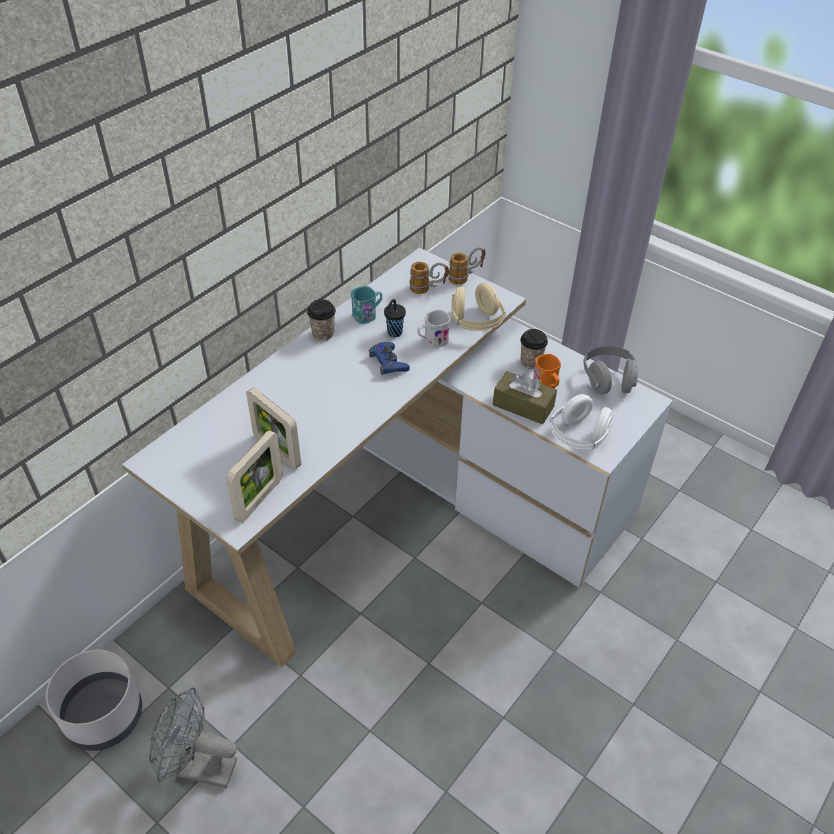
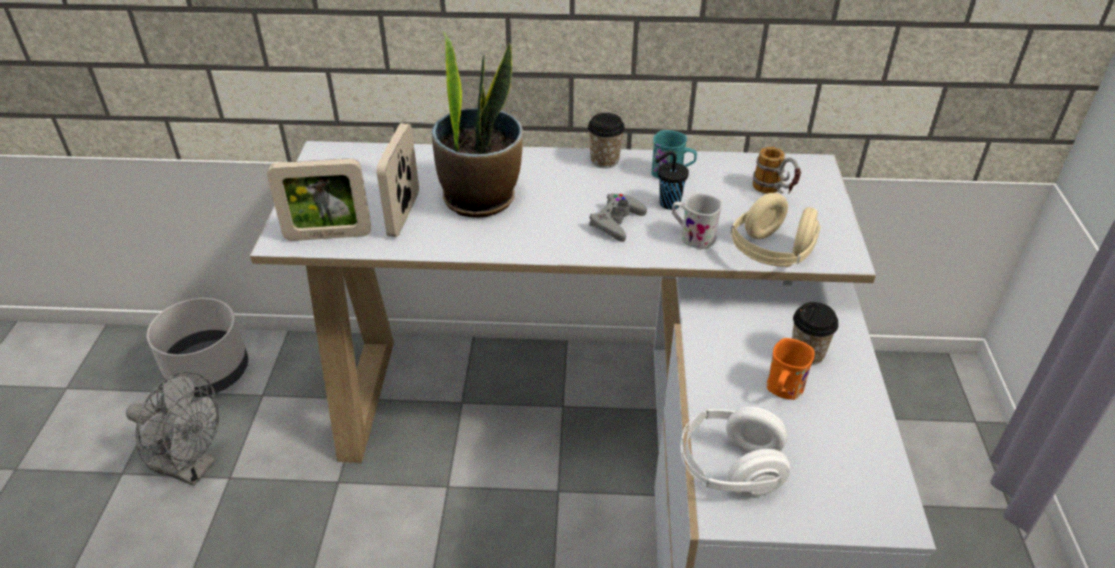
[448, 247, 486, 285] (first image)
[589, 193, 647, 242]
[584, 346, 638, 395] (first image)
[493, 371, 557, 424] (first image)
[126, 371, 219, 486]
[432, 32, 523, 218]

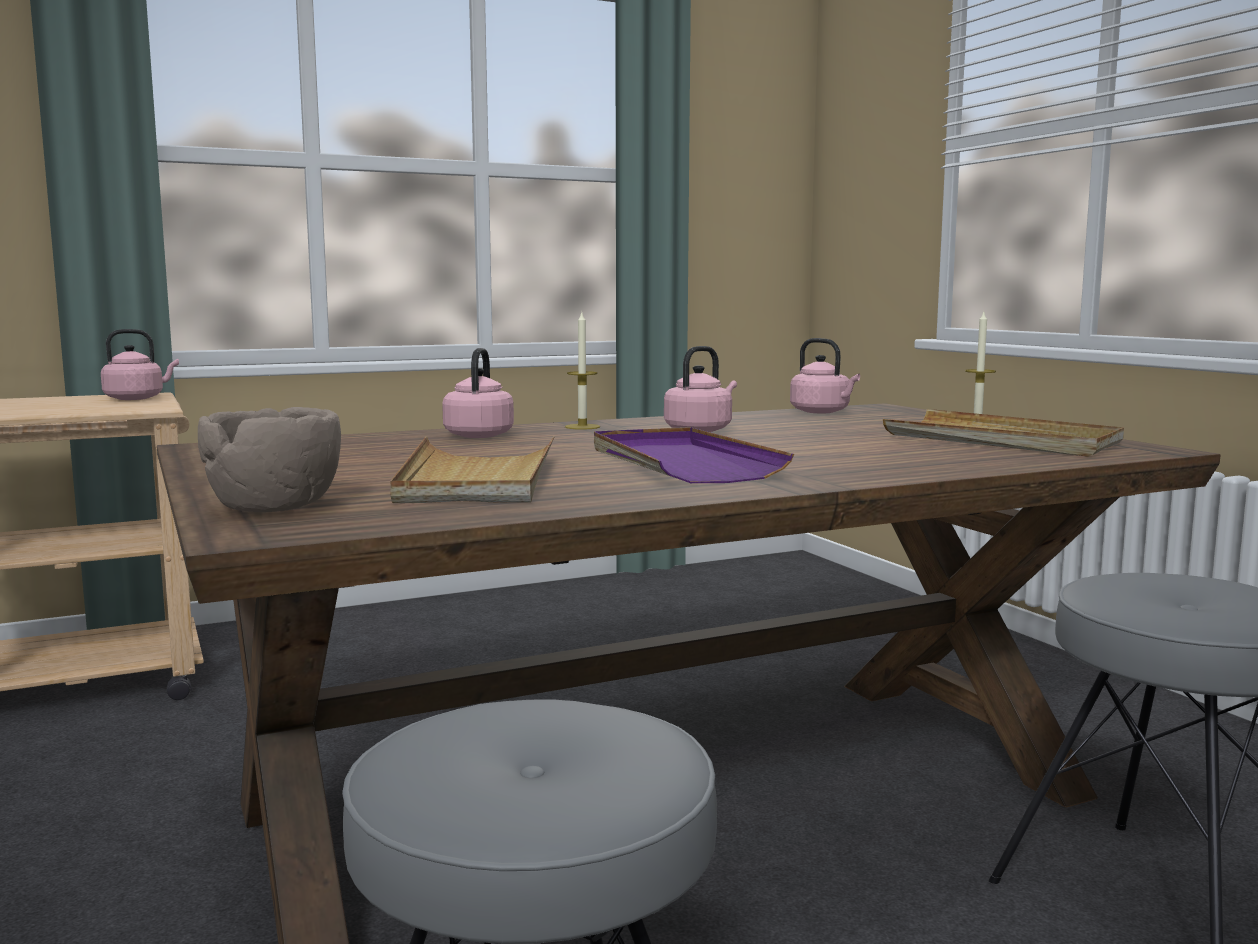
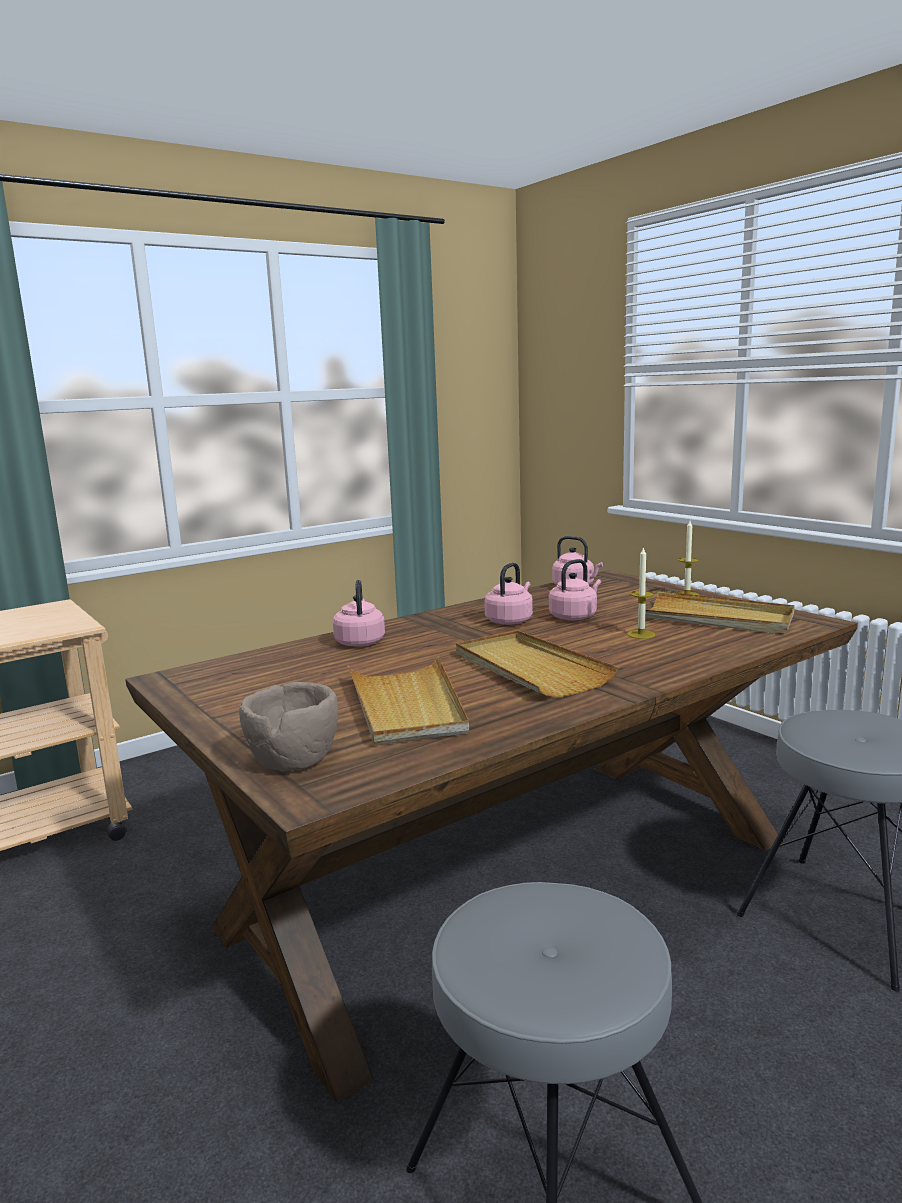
[627, 546, 656, 639]
[549, 559, 601, 621]
[456, 630, 618, 698]

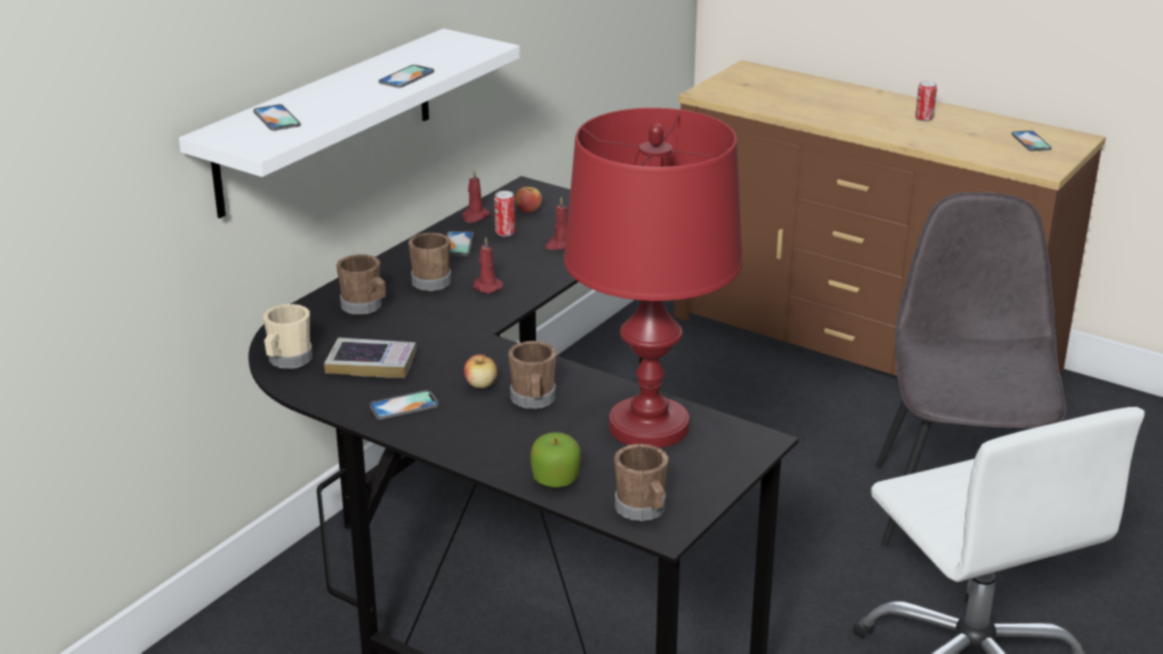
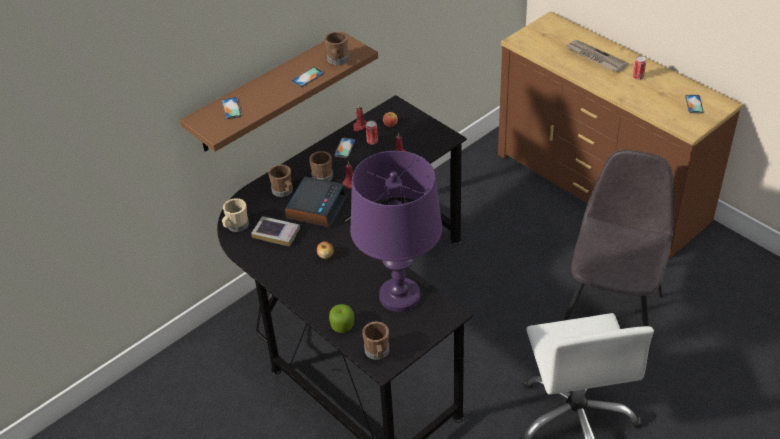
[180, 31, 378, 152]
[350, 151, 442, 312]
[325, 31, 349, 65]
[370, 390, 439, 420] (first image)
[566, 40, 629, 72]
[285, 177, 348, 228]

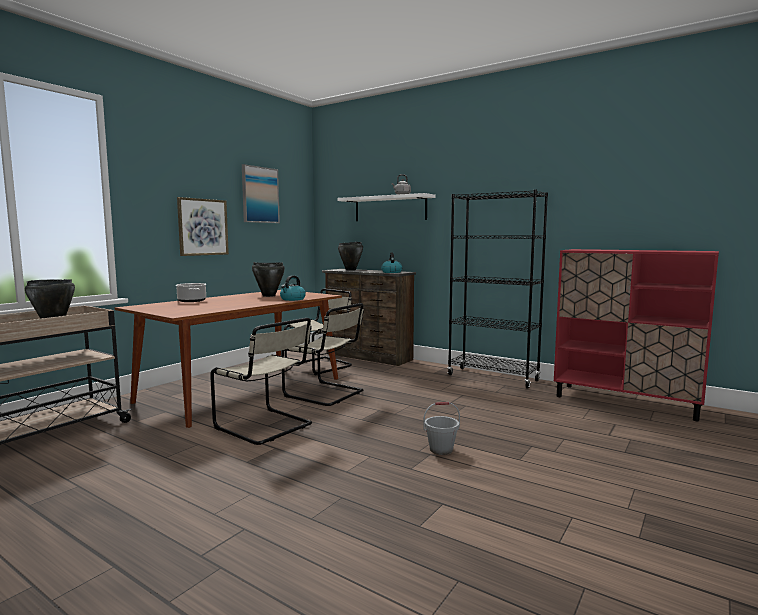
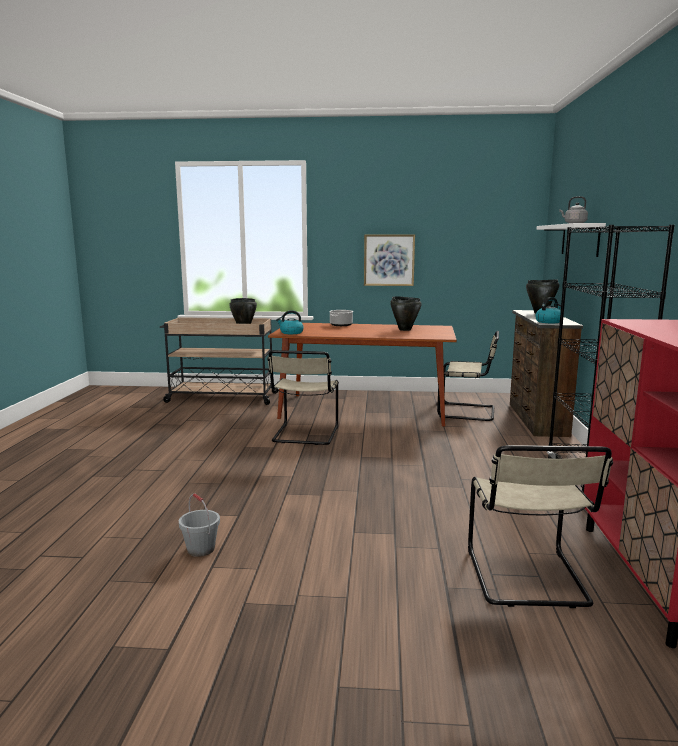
[242, 164, 280, 223] (first image)
[276, 310, 304, 334]
[468, 445, 613, 608]
[179, 493, 220, 557]

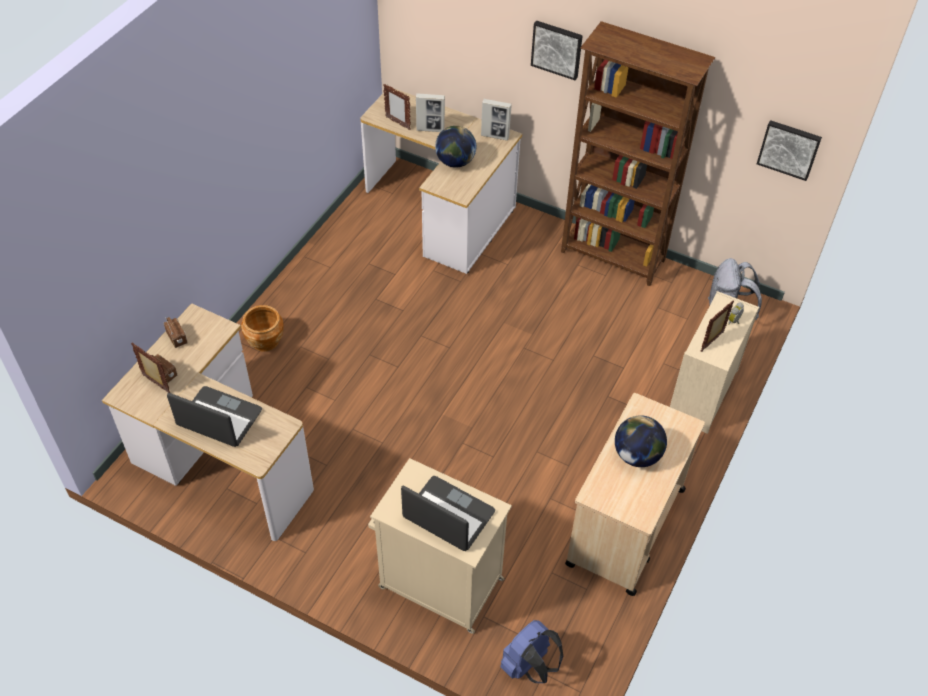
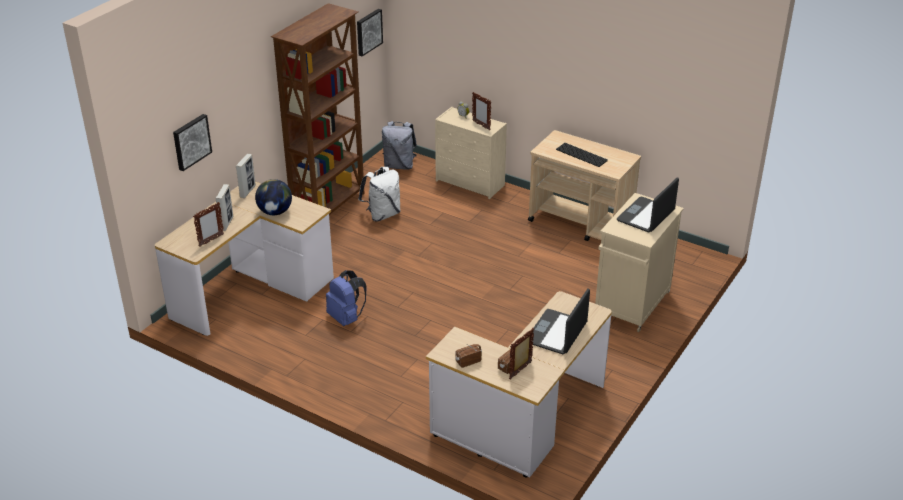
[173, 114, 212, 171]
[241, 305, 284, 352] (first image)
[556, 143, 608, 167]
[326, 270, 367, 326]
[358, 167, 400, 221]

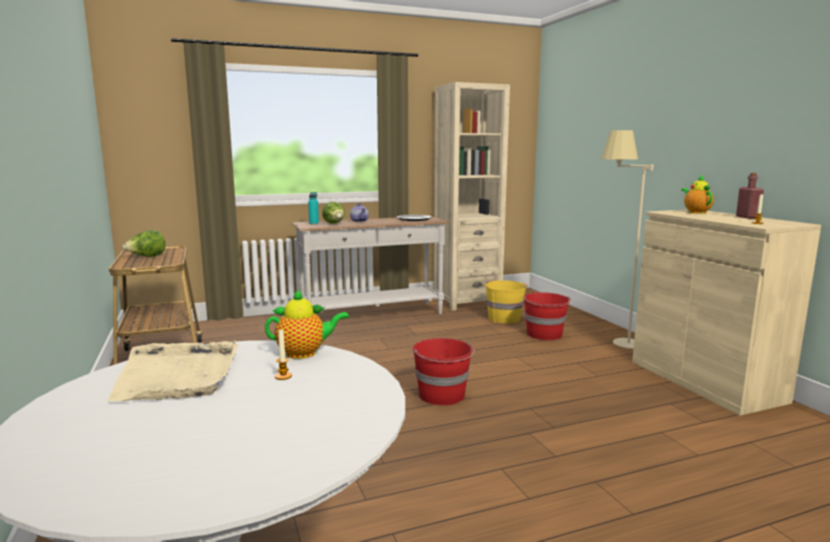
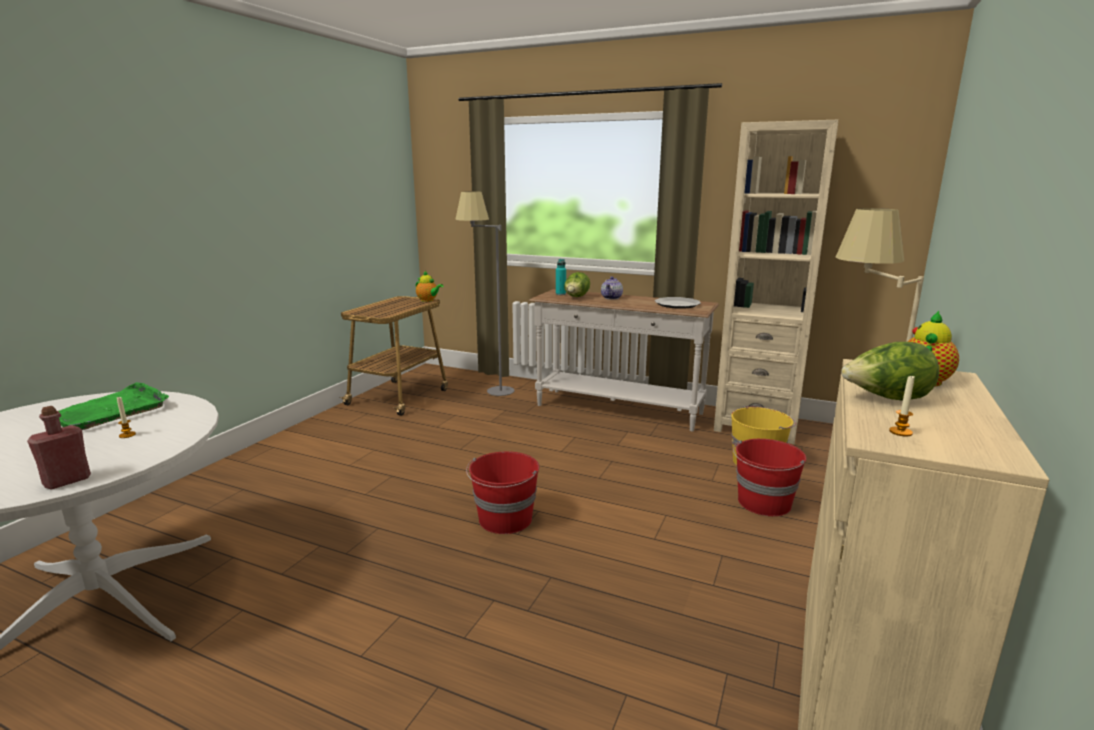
[27, 406, 91, 489]
[841, 342, 939, 400]
[416, 271, 443, 302]
[58, 382, 169, 430]
[455, 192, 514, 396]

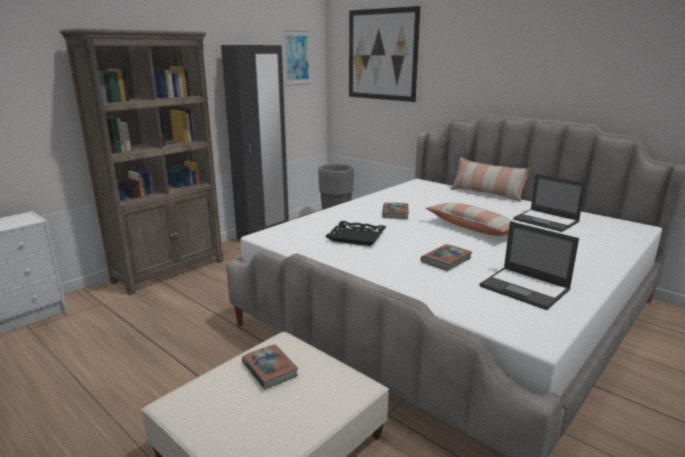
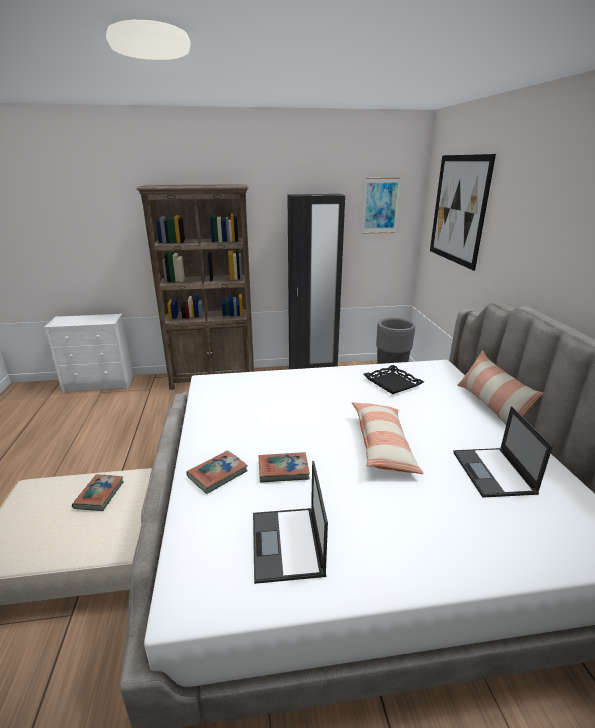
[186, 450, 248, 494]
[363, 365, 424, 394]

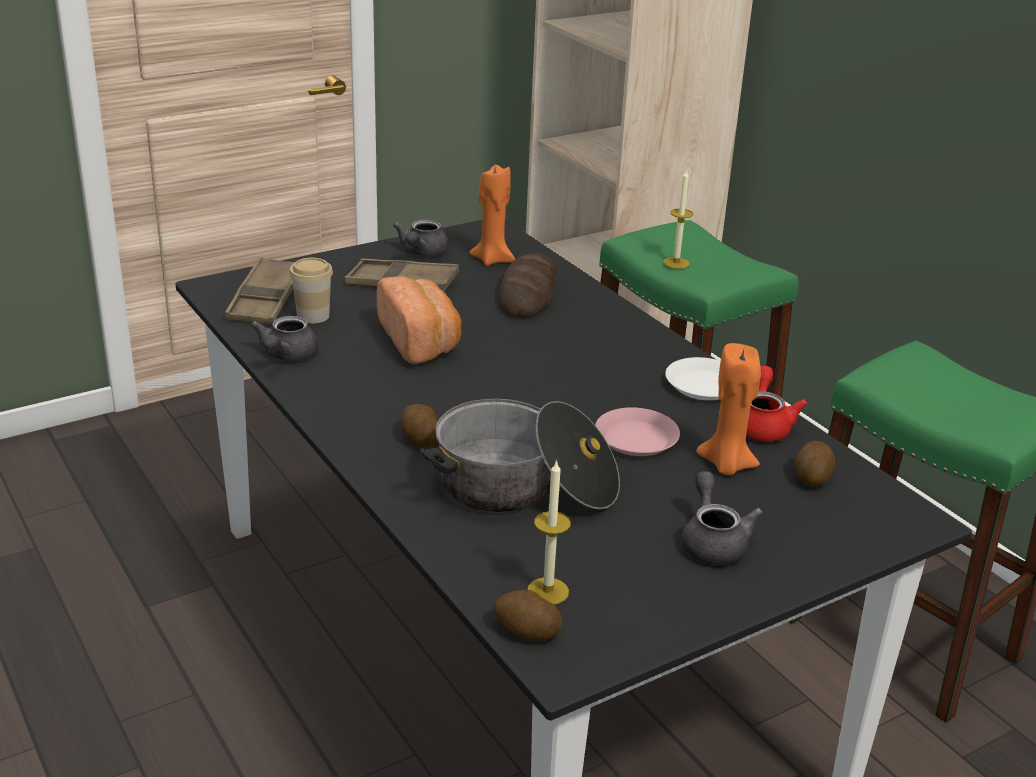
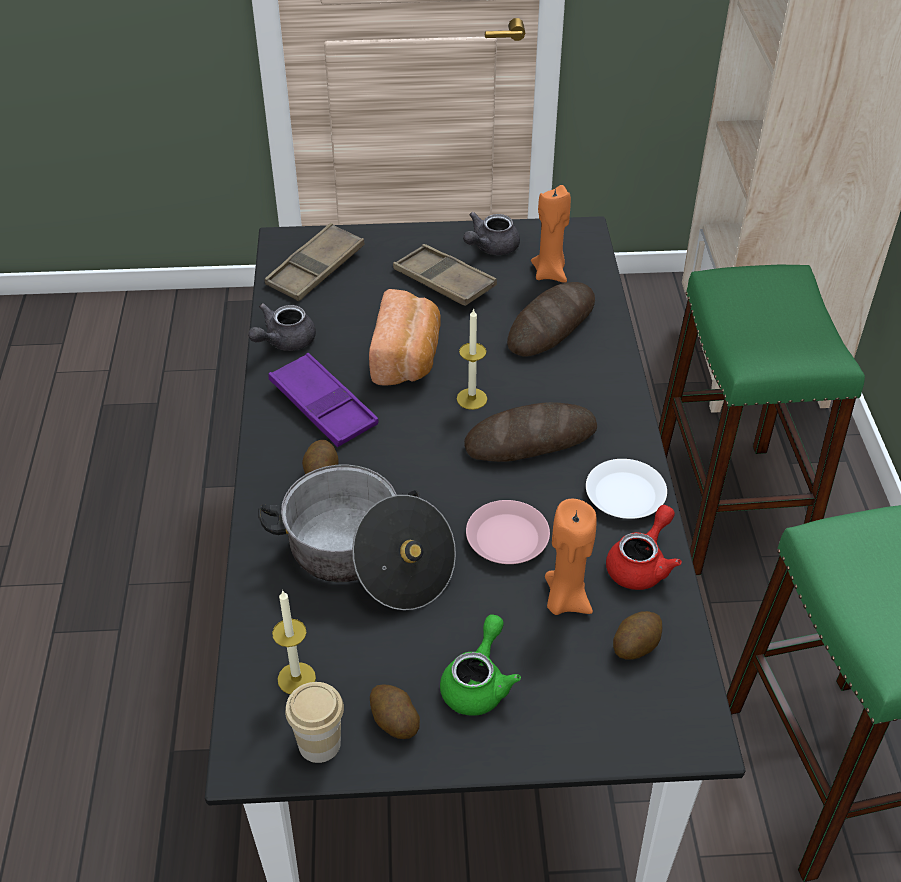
[457, 308, 487, 410]
[285, 682, 344, 763]
[440, 614, 521, 716]
[370, 684, 420, 739]
[268, 353, 378, 447]
[464, 402, 597, 462]

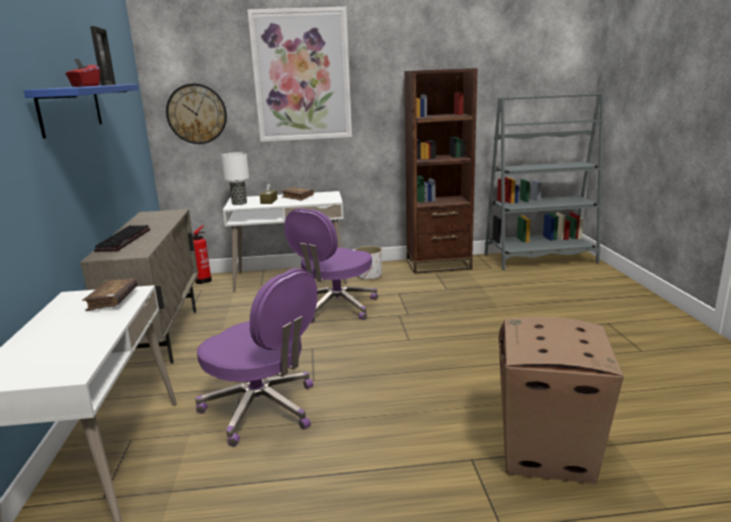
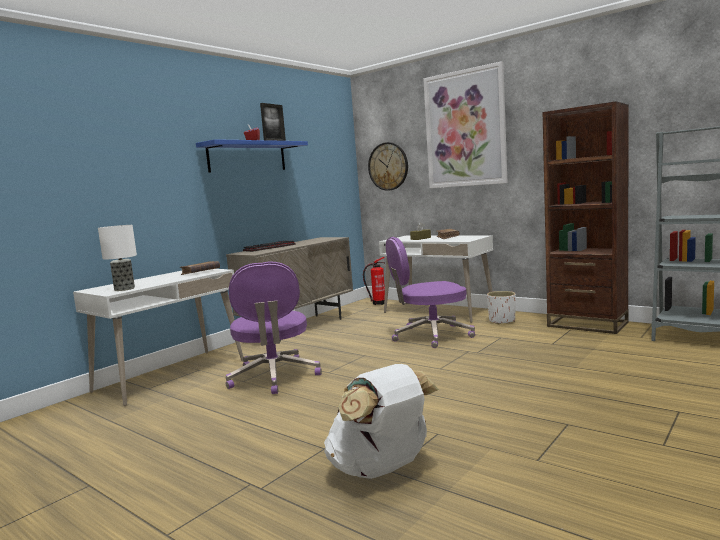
[98, 225, 137, 291]
[324, 364, 439, 479]

